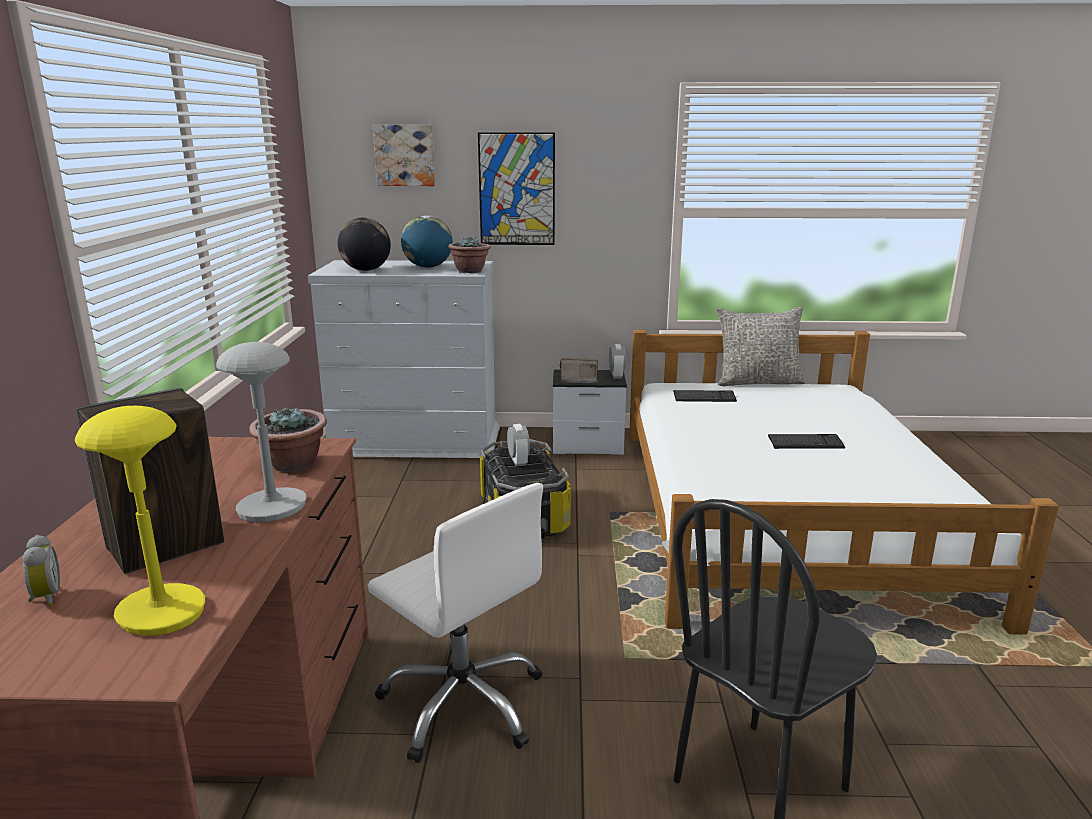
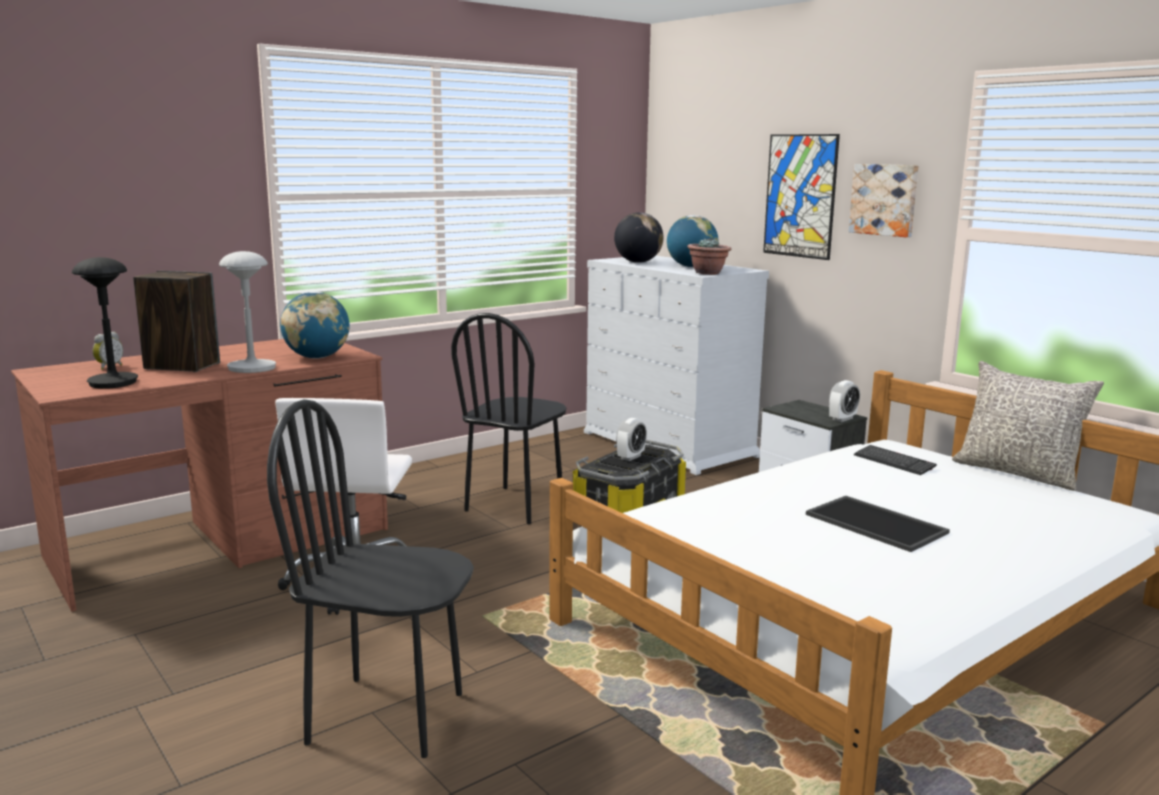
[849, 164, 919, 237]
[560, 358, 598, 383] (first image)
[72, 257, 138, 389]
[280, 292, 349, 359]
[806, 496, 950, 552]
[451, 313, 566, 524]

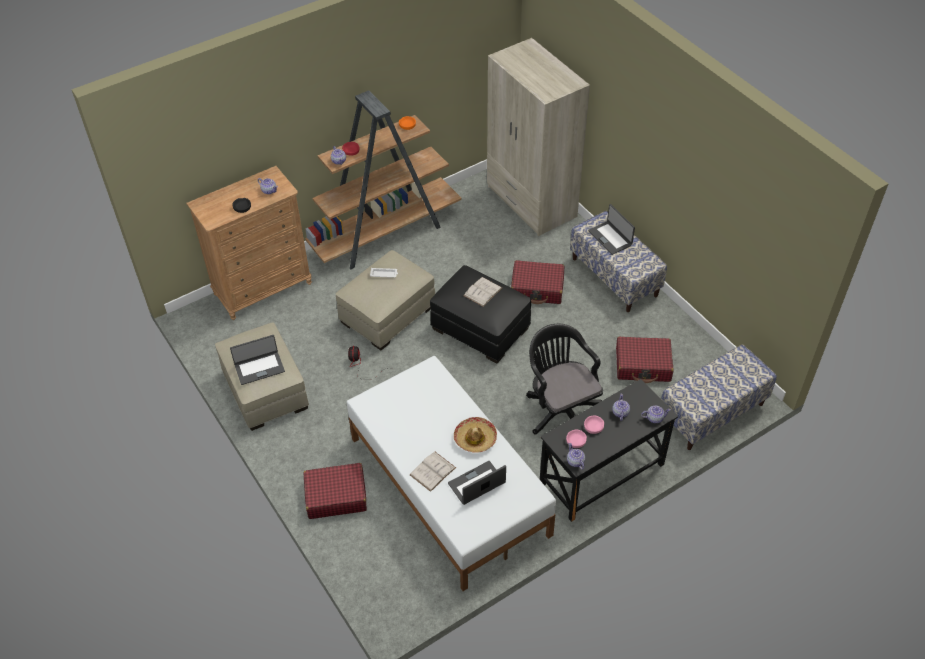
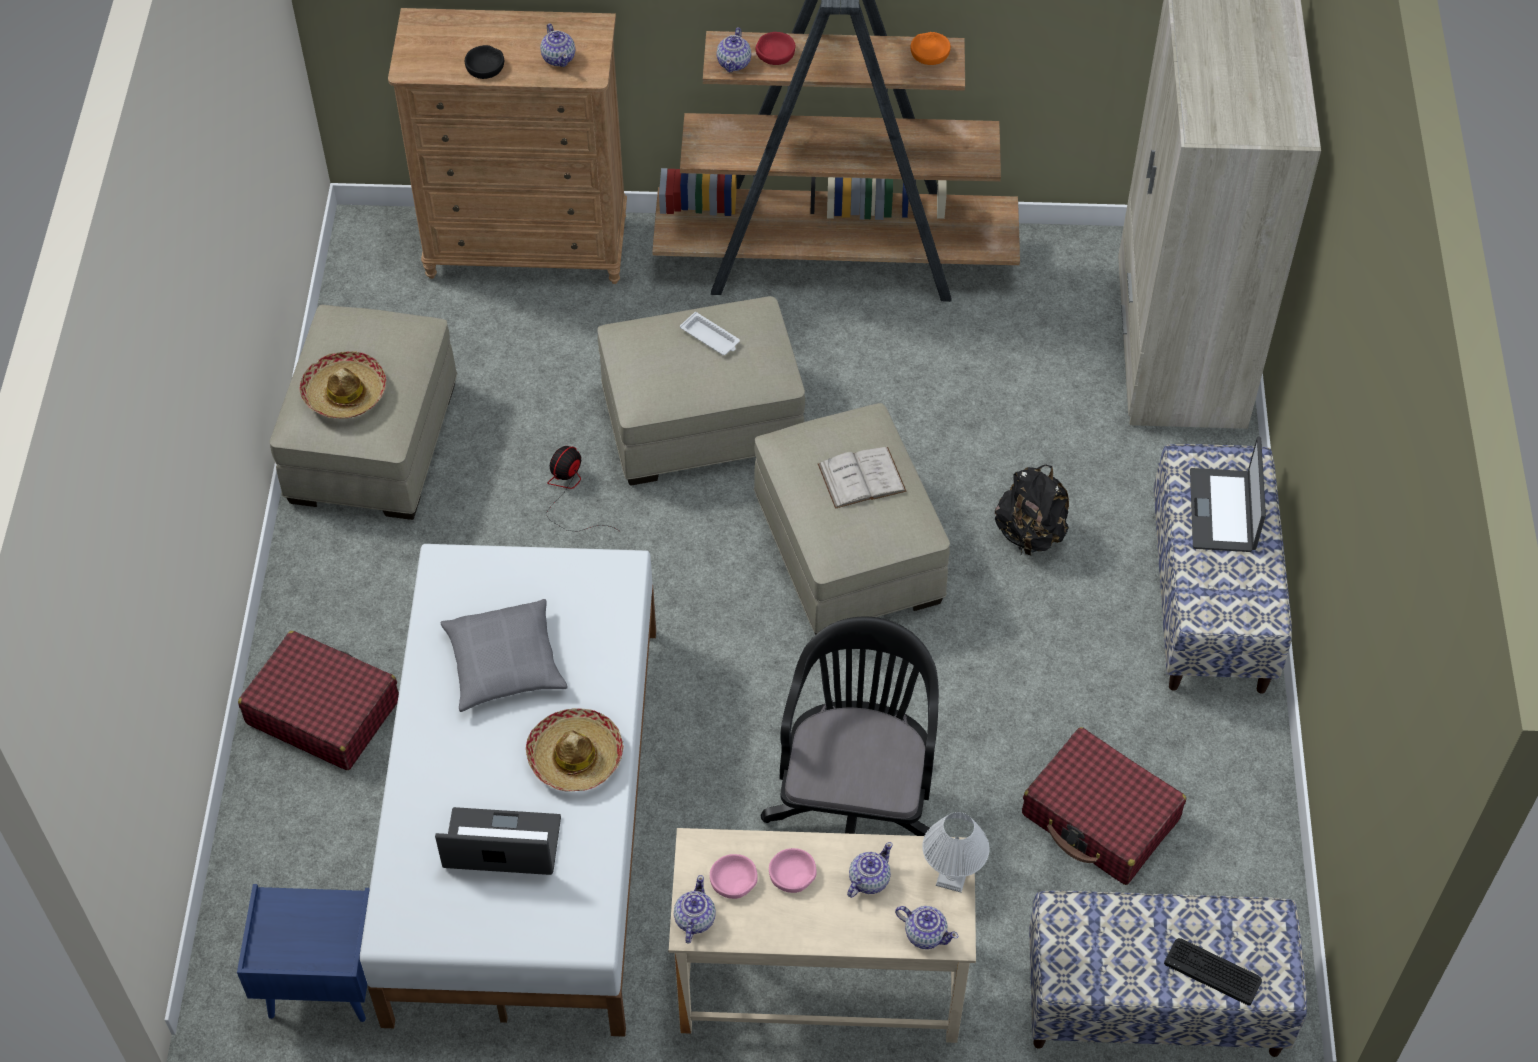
[995, 465, 1069, 555]
[754, 403, 950, 635]
[300, 351, 386, 419]
[669, 828, 976, 1043]
[410, 452, 456, 492] (first image)
[441, 599, 568, 712]
[922, 812, 989, 892]
[237, 884, 370, 1022]
[1164, 938, 1262, 1005]

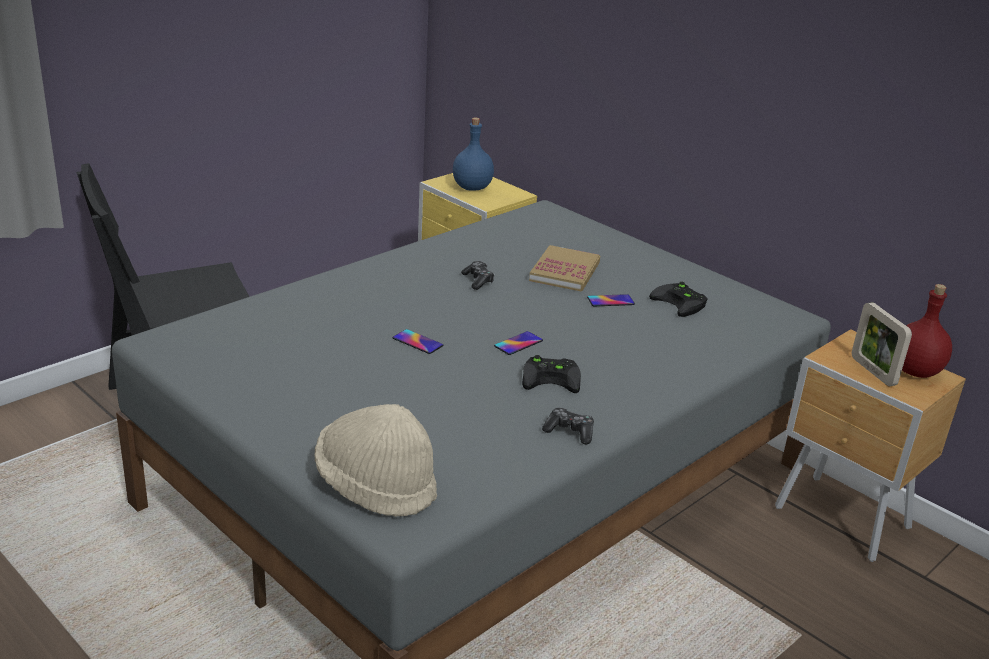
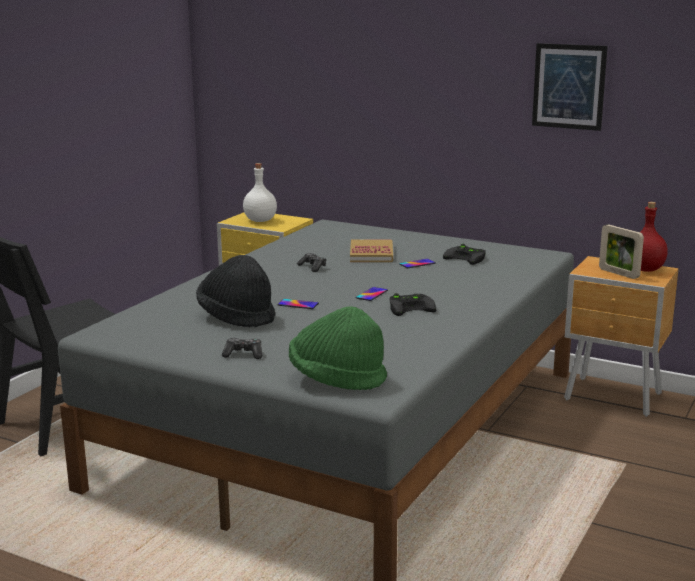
[243, 163, 277, 222]
[289, 306, 387, 390]
[222, 338, 262, 359]
[532, 43, 608, 131]
[196, 255, 275, 328]

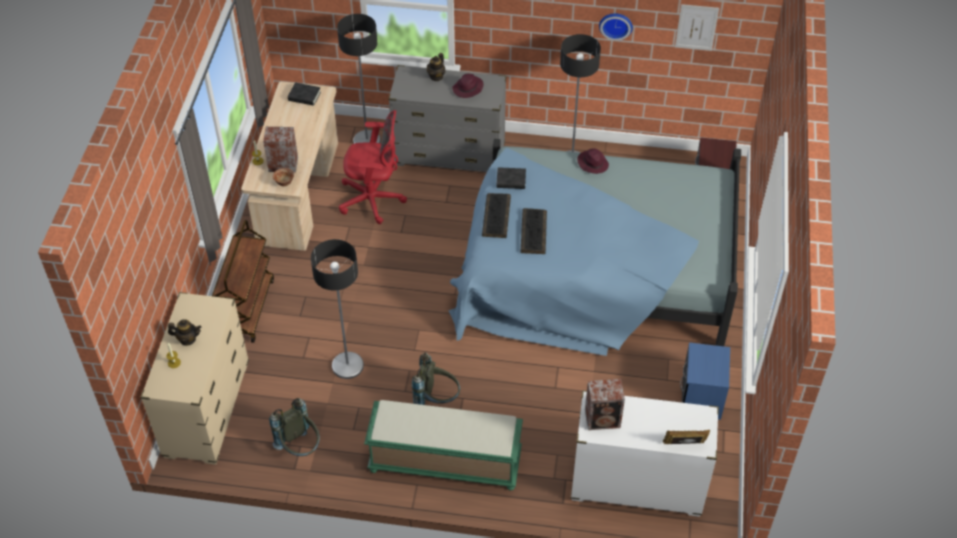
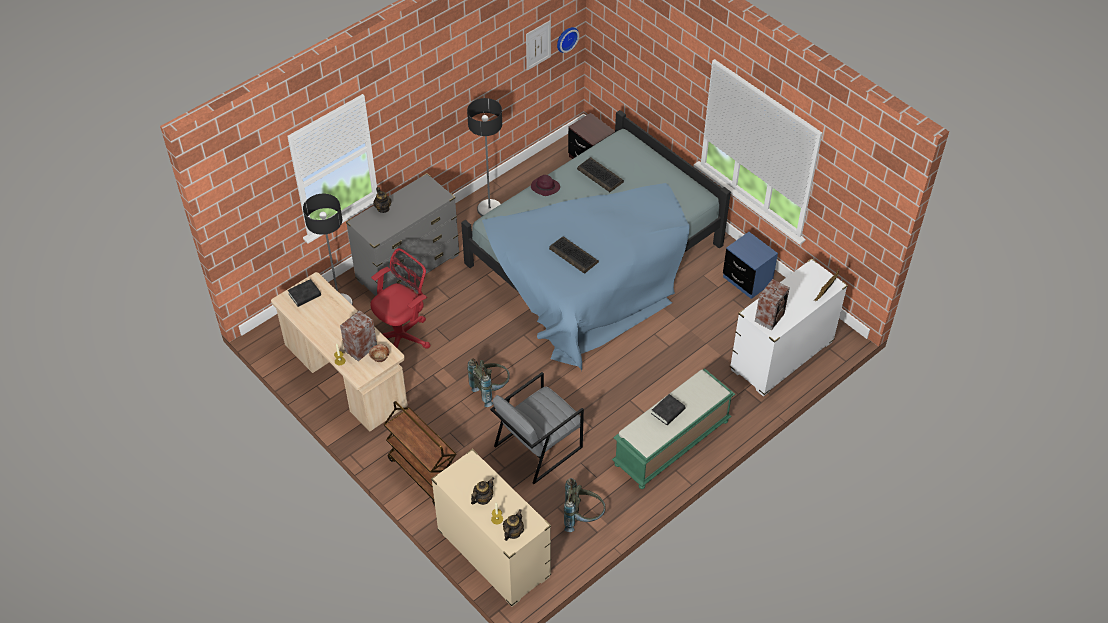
[557, 27, 579, 53]
[452, 74, 483, 98] (first image)
[651, 394, 685, 425]
[577, 157, 624, 192]
[490, 372, 584, 484]
[467, 358, 510, 407]
[503, 509, 524, 541]

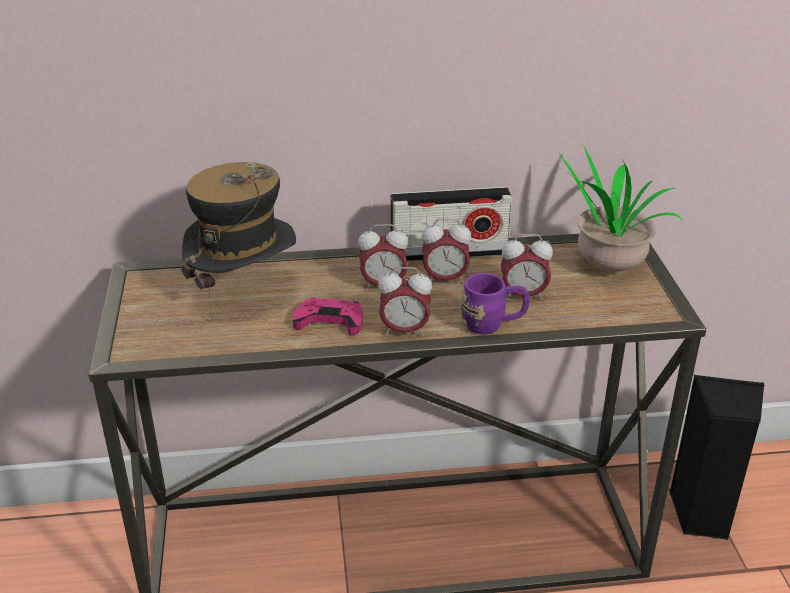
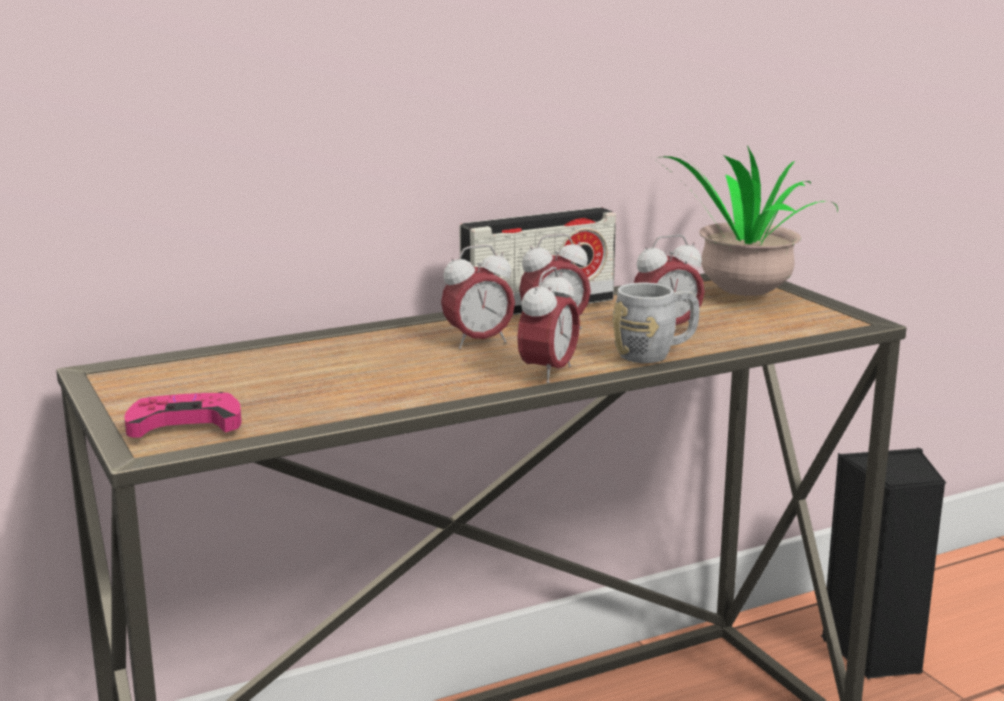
[182, 162, 296, 322] (first image)
[517, 267, 580, 383]
[612, 283, 699, 363]
[125, 392, 241, 438]

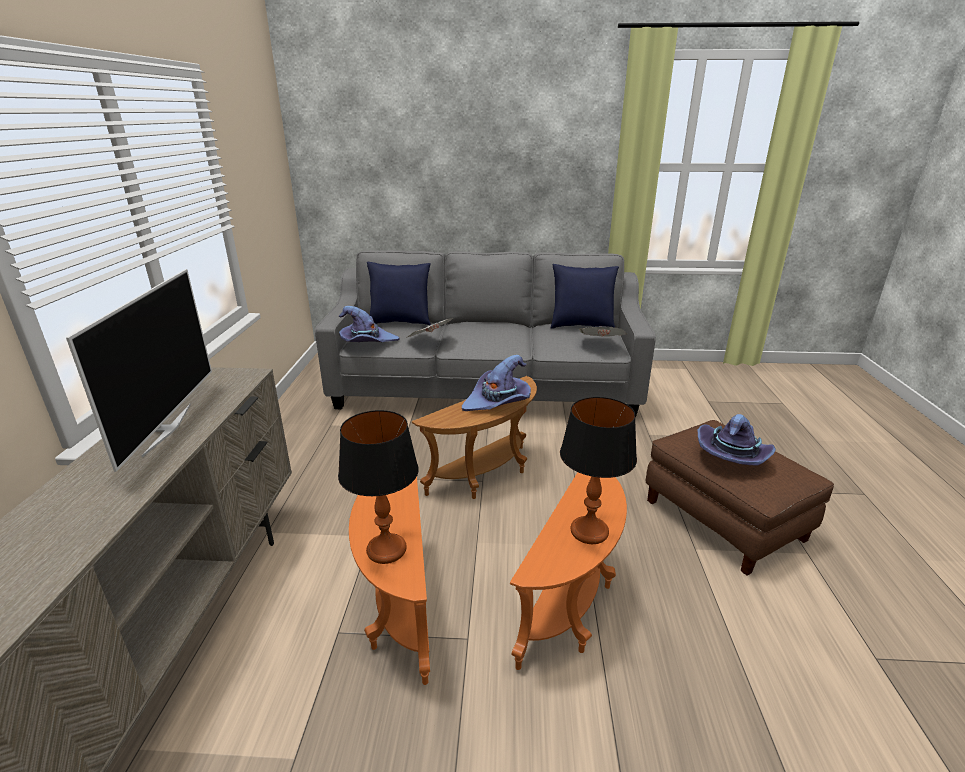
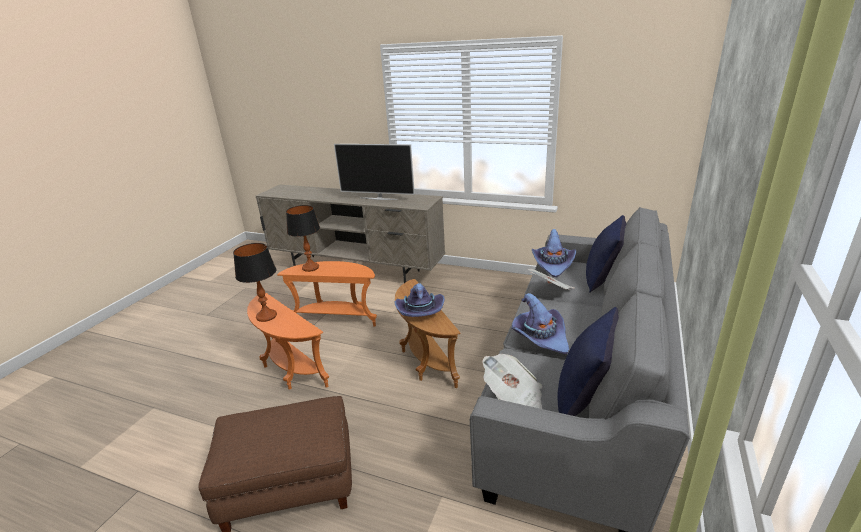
[512, 293, 569, 354]

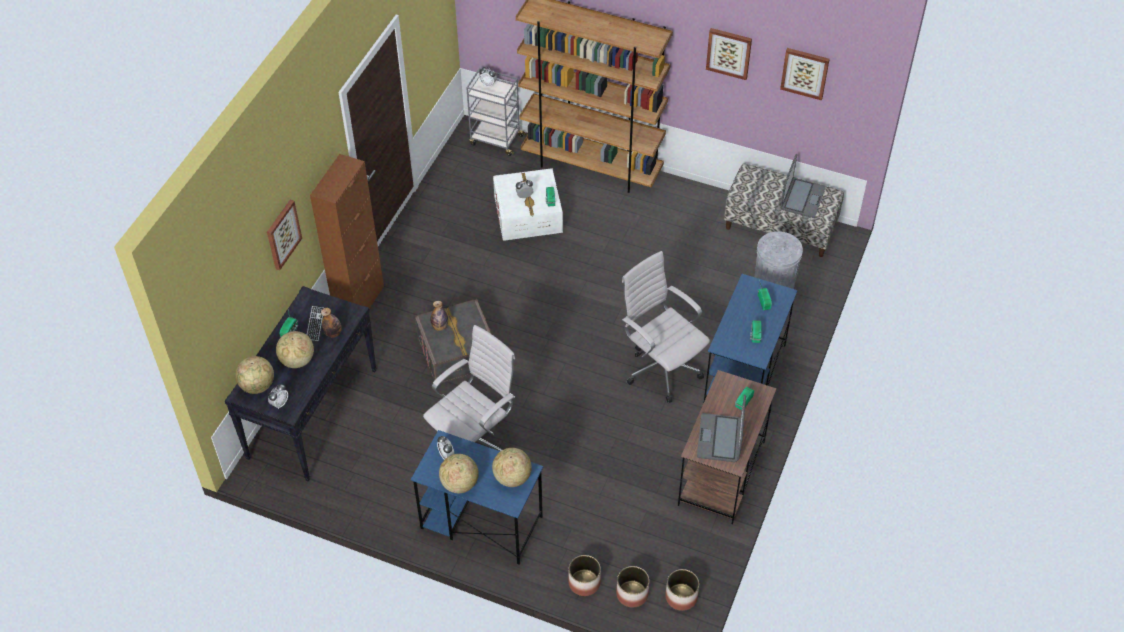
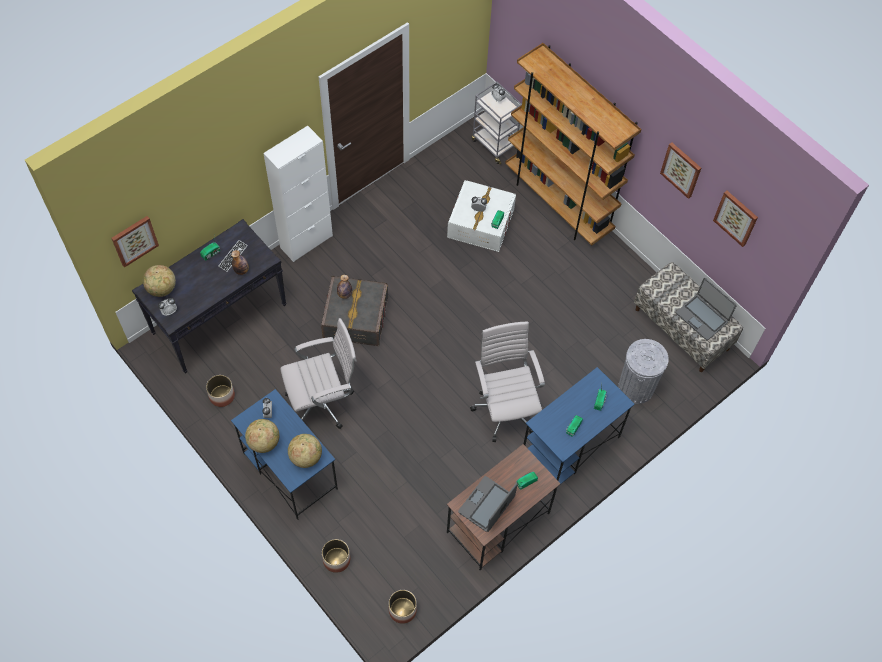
[263, 126, 333, 262]
[676, 278, 737, 340]
[112, 216, 159, 268]
[276, 331, 314, 368] (first image)
[206, 375, 235, 407]

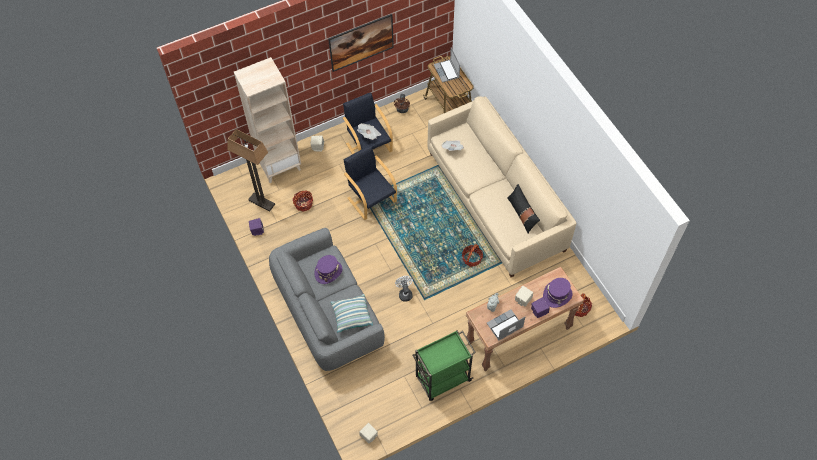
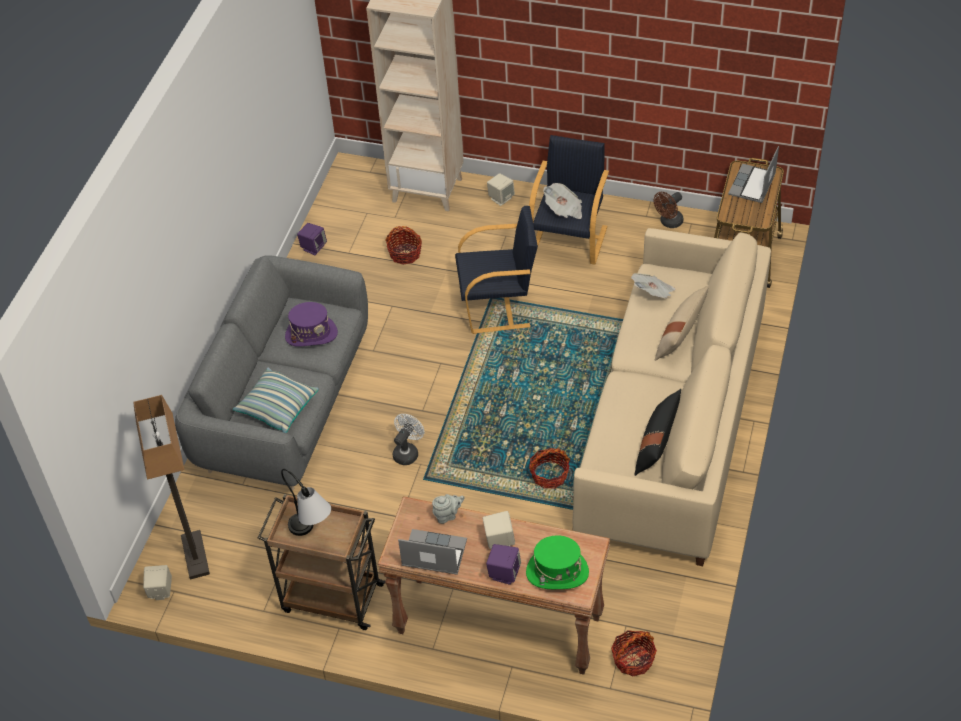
[328, 14, 394, 72] (first image)
[133, 395, 210, 580]
[455, 206, 538, 334]
[526, 535, 589, 589]
[258, 494, 386, 630]
[654, 285, 709, 361]
[281, 469, 331, 536]

